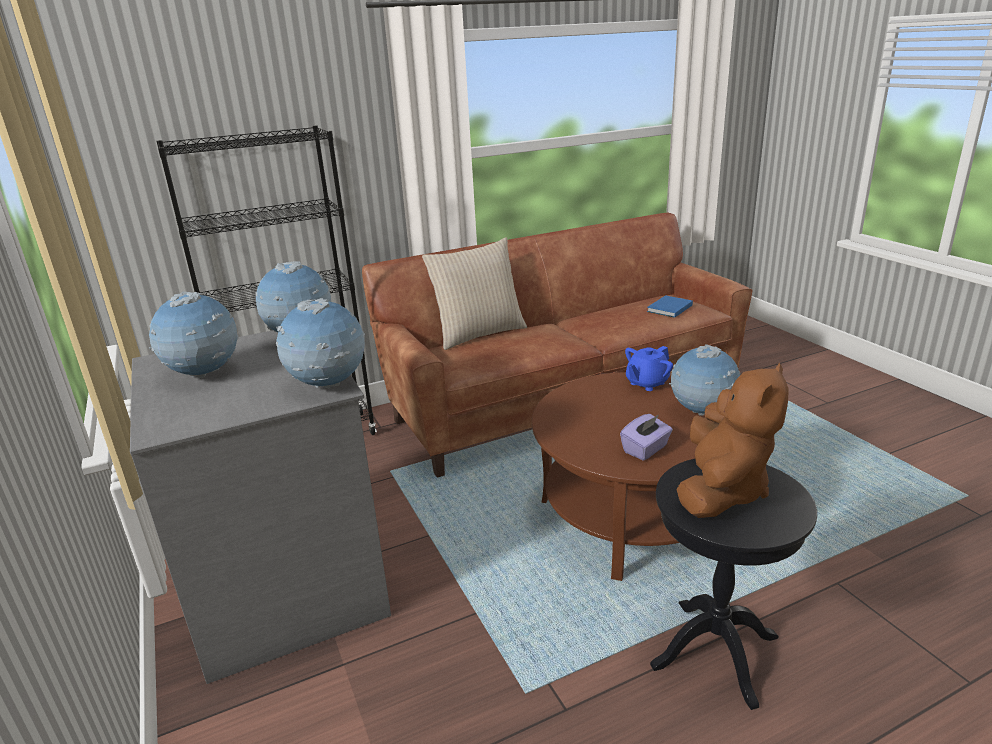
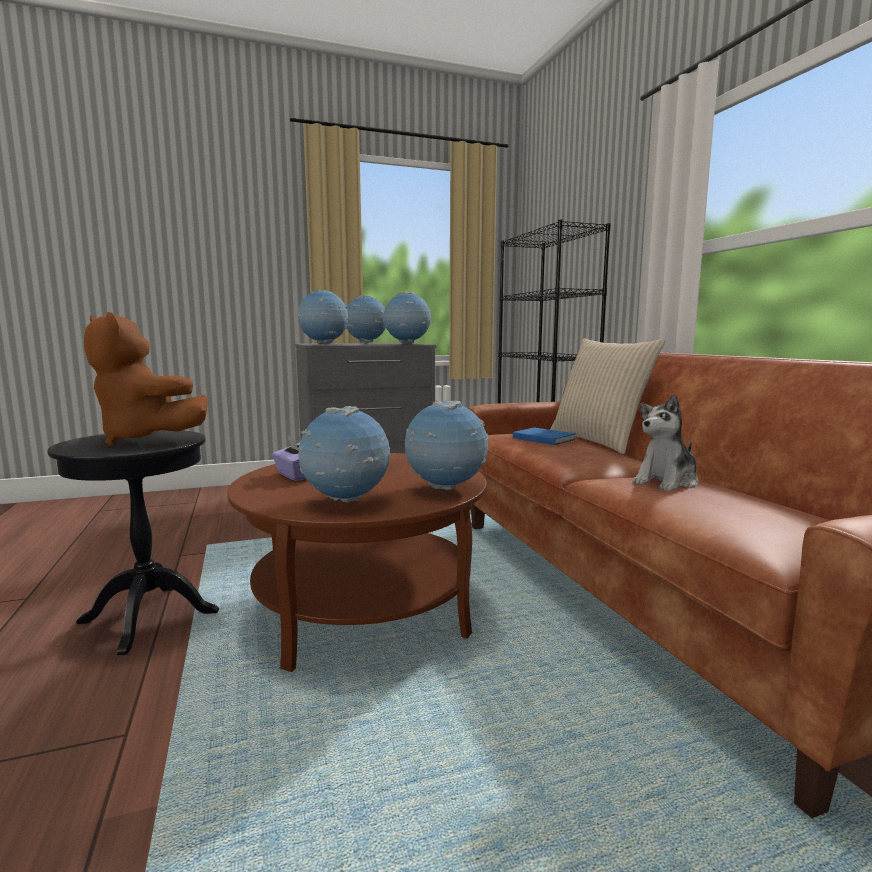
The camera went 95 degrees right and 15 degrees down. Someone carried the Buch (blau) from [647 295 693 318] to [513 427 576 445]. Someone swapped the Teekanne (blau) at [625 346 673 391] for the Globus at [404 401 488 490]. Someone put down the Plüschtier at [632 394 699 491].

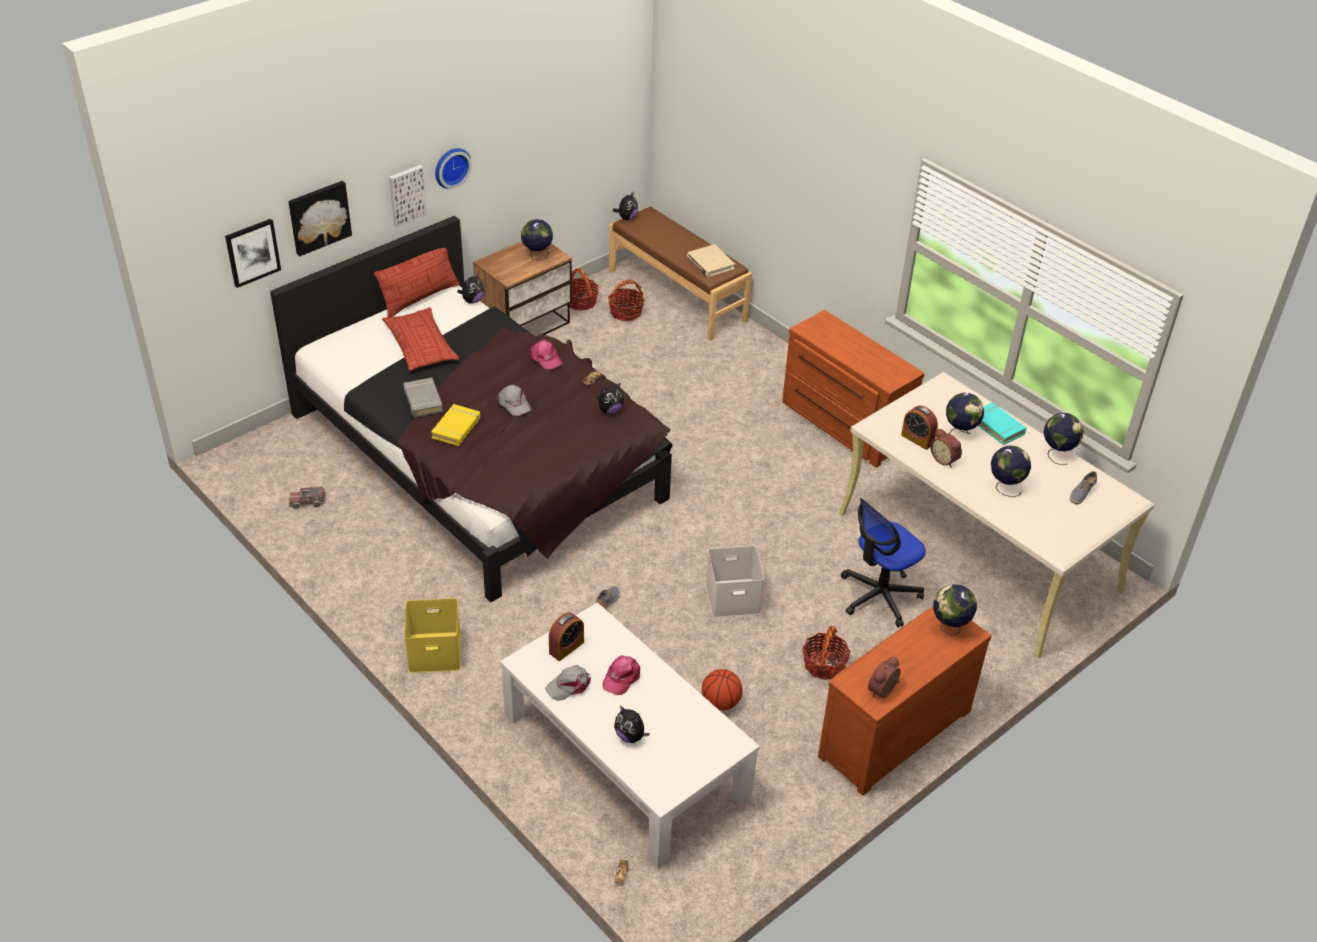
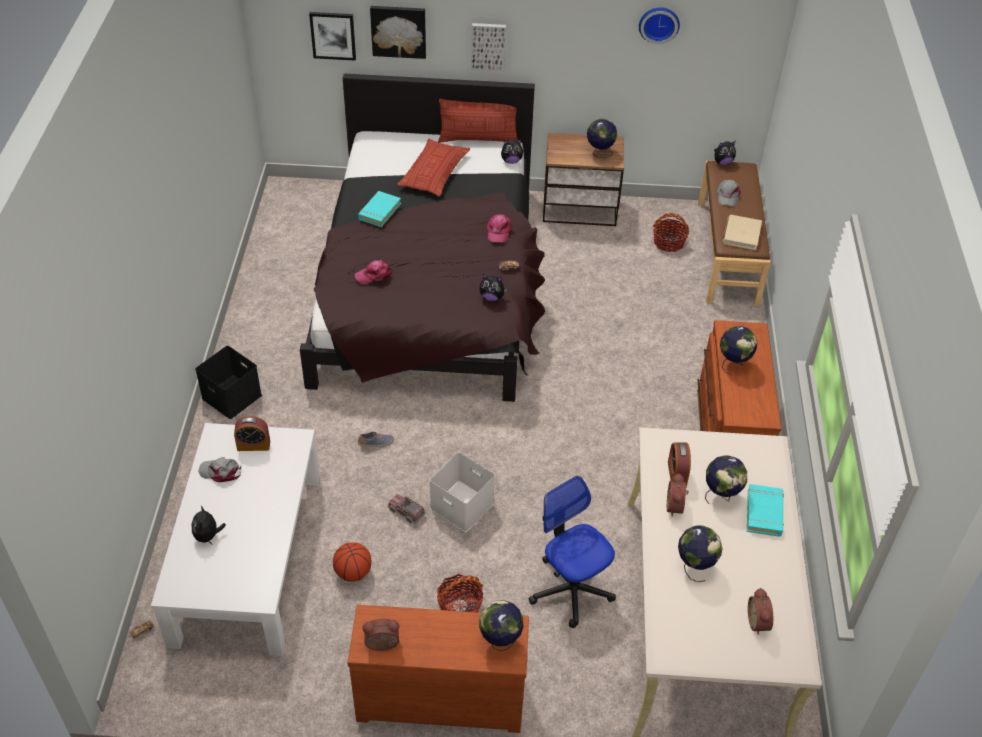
The camera went 45 degrees right and 5 degrees up. Someone carried the Wanduhr from [435 148 472 189] to [639 7 680 44]. Someone took away the Korb at [567 268 599 311]. Someone repainted the Buch (grau) at [403 378 443 417], which became the Buch (türkis) at [358 191 401 227]. Someone carried the Kappe (grau) from [496 385 531 416] to [717 180 741 206]. Someone took away the Buch (gelb) at [431 404 480 446]. Someone carried the Globus from [1044 413 1084 465] to [720 326 757 375]. Someone swapped the Schuh at [1070 471 1097 505] for the Wecker at [748 588 773 635]. Someone carried the Spielzeuglaster from [289 486 326 509] to [388 494 426 524]. Someone rotated the Bürostuhl at [841 498 926 627] by 45 degrees clockwise. Someone repainted the Aufbewahrungsbox (gelb) at [404 598 461 673], which became the Aufbewahrungsbox (schwarz) at [195 346 262 419]. Someone carried the Kappe (rosa) from [602 655 640 695] to [355 260 392 284].

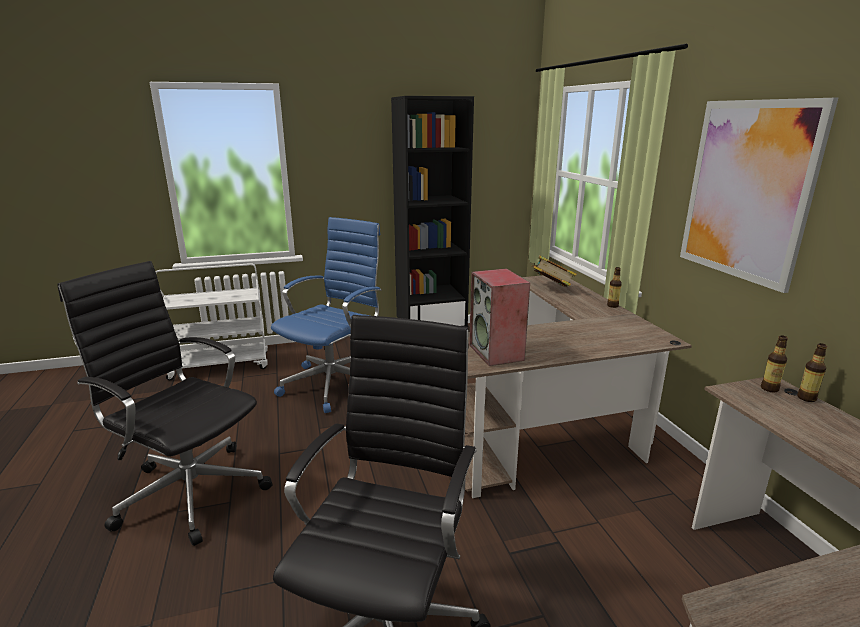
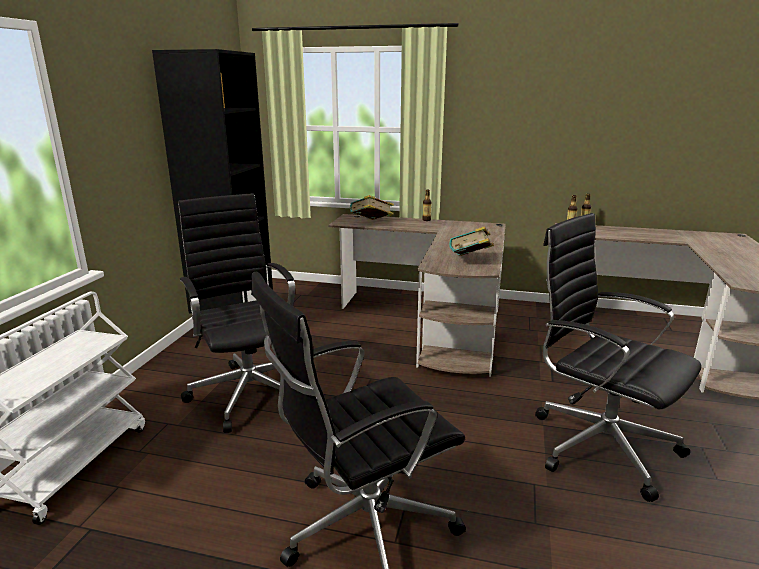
The camera went 60 degrees left and 0 degrees up. Someone took away the Bild at [680 98 838 293]. Someone repainted the Bürostuhl (blau) at [271 217 382 413], which became the Bürostuhl (schwarz) at [178 193 295 433]. Someone swapped the Lautsprecher at [469 268 530 366] for the Buch at [449 226 494 256].

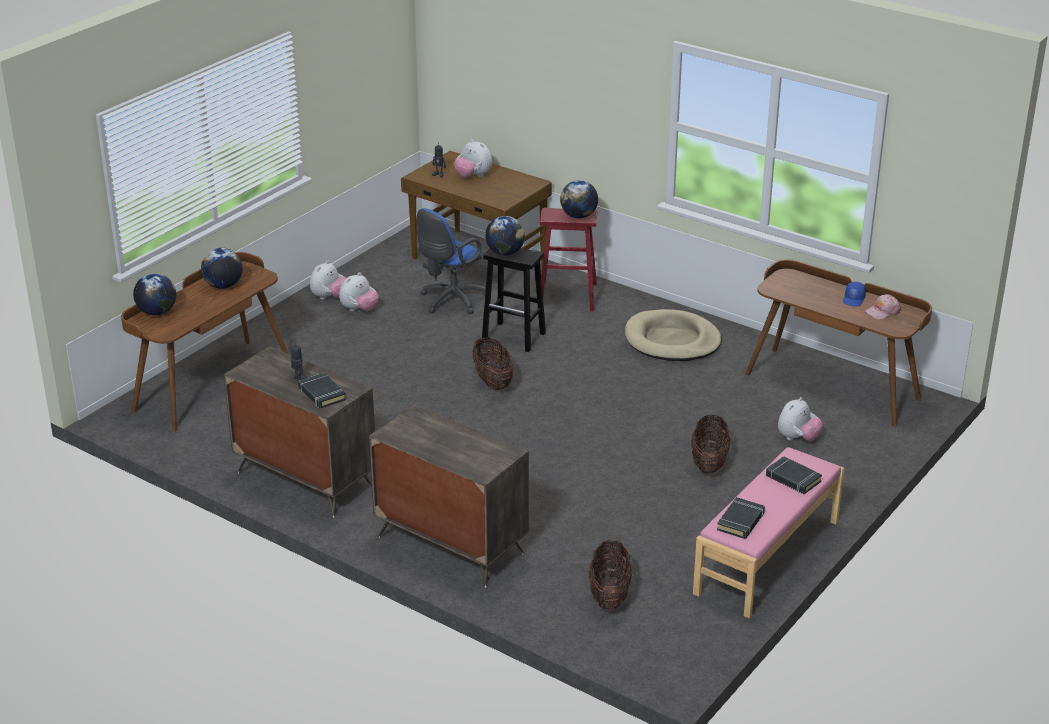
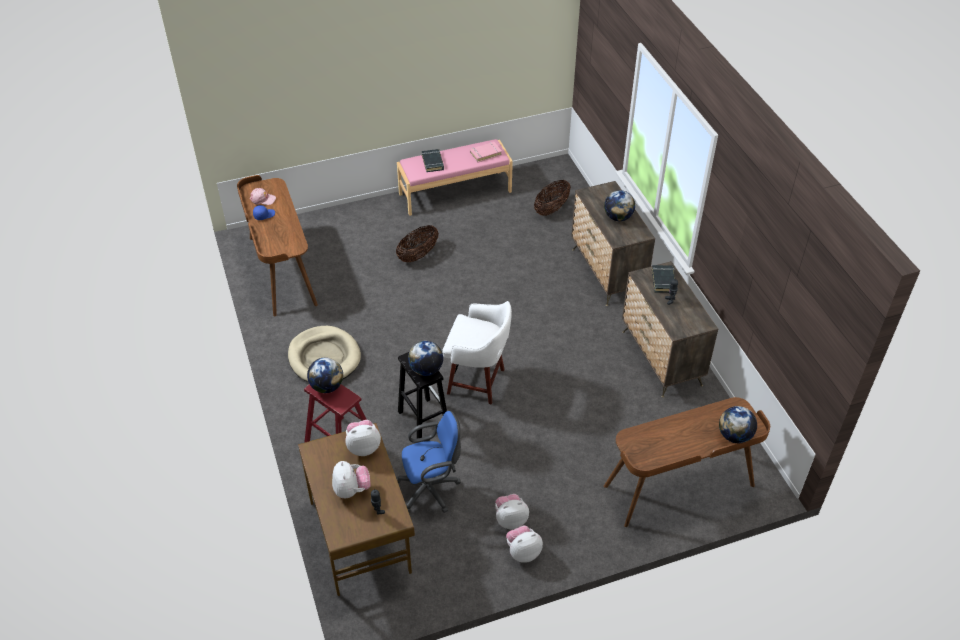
The camera went 145 degrees left and 15 degrees up. Someone carried the Globus from [201 248 243 289] to [604 190 635 221]. Someone swapped the Korb at [472 337 514 390] for the Hocker (weiß) at [442 301 512 404]. Someone carried the Plüschtier from [778 397 823 441] to [345 420 381 456]. Someone repainted the Buch (schwarz) at [717 497 765 539], which became the Buch (rosa) at [470 142 502 163].

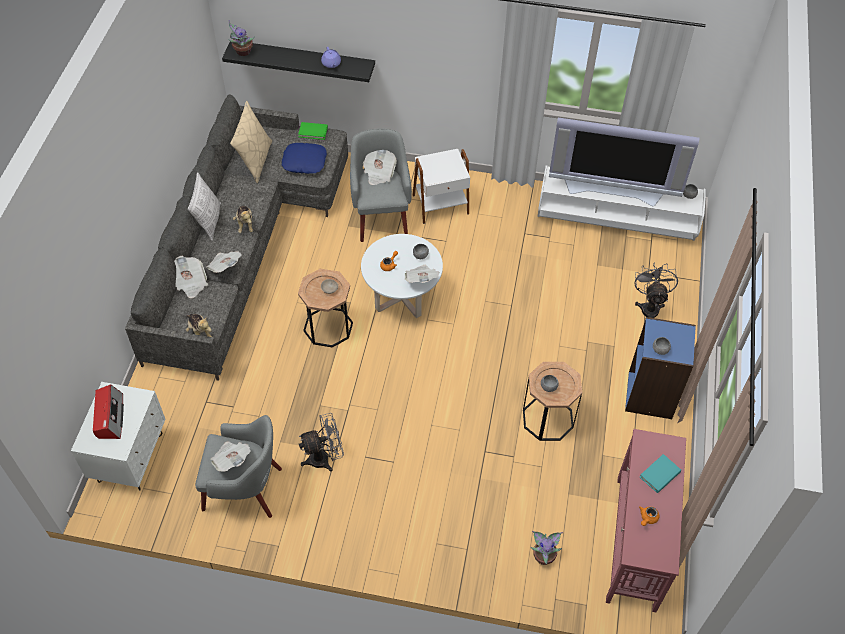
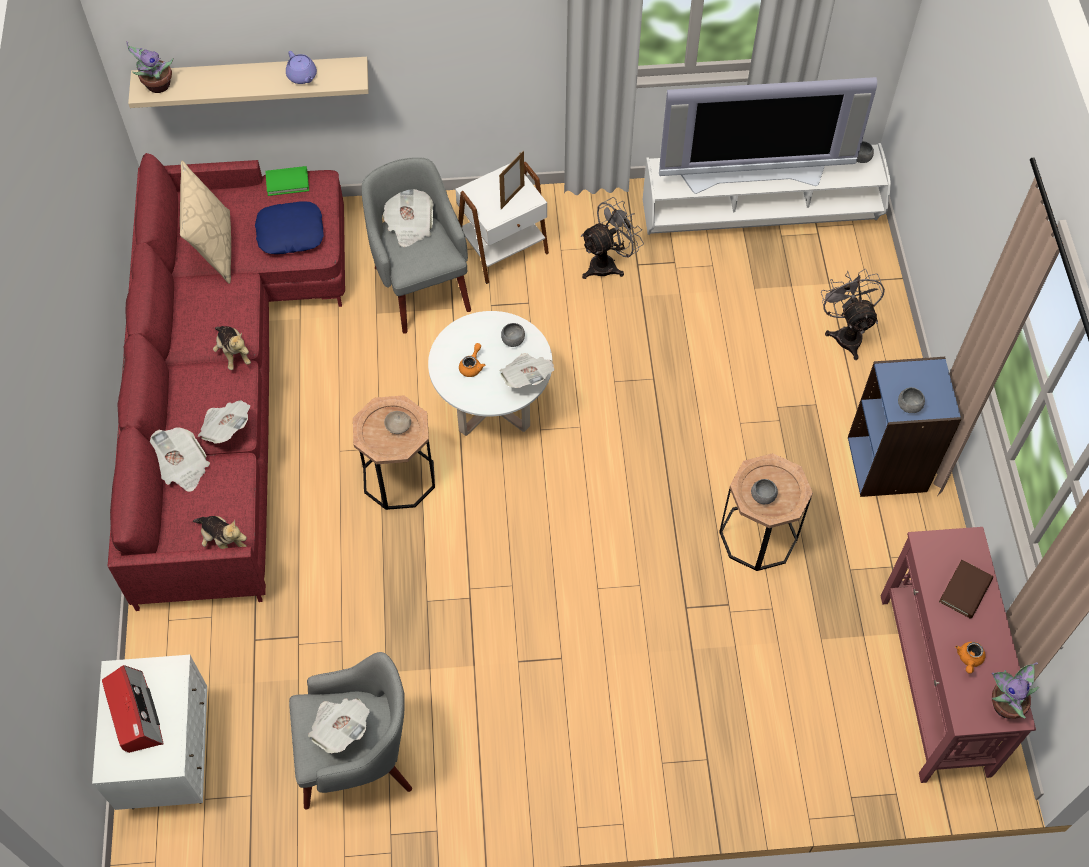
The camera went 15 degrees left and 5 degrees up. Someone repainted the Wandregal (schwarz) at [222 42 375 82], which became the Wandregal (beige) at [128 57 369 108]. Someone repainted the Sofa (grau) at [125 94 348 381], which became the Sofa (rot) at [108 153 345 611]. Someone took away the Kissen at [188 172 221 241]. Someone carried the Ventilator (grau) from [299 413 344 471] to [581 197 644 279]. Someone repainted the Buch (türkis) at [640 454 681 493], which became the Buch (braun) at [939 560 993 619]. Someone carried the Topfpflanze from [531 531 563 565] to [992 662 1039 719]. Someone put down the Bilderrahmen at [499 151 524 209].

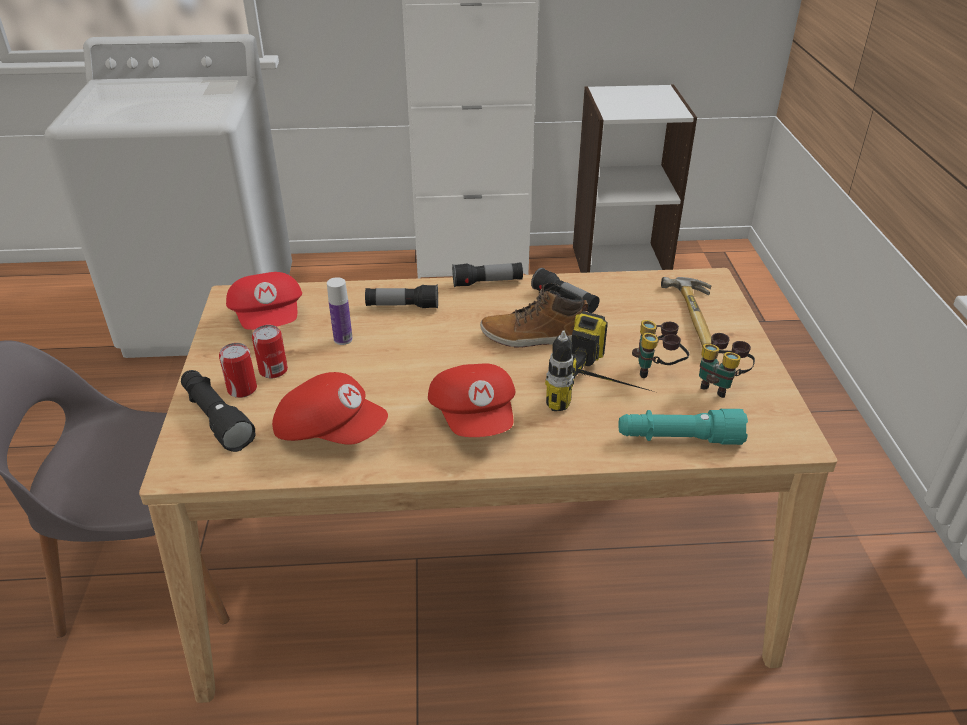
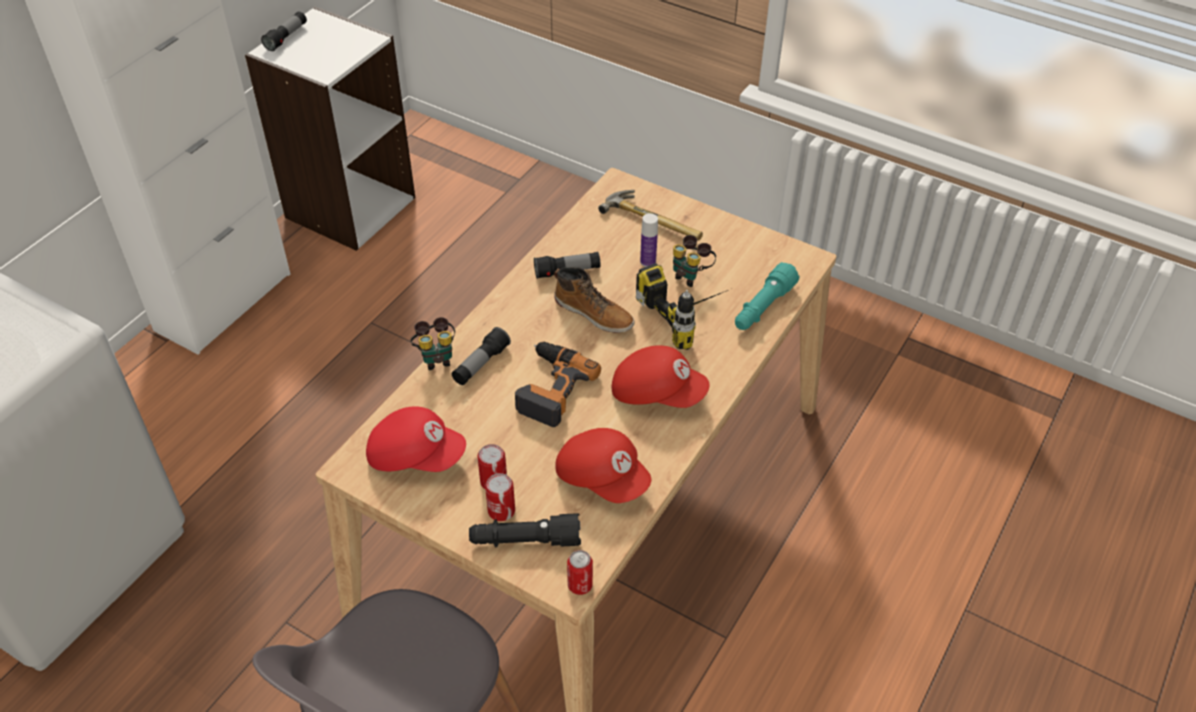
The camera went 55 degrees left and 10 degrees up. Someone carried the Taschenlampe from [452 262 523 287] to [261 11 307 51]. Someone carried the Flasche from [327 277 353 345] to [640 213 658 267]. Someone rotated the Stiefel at [480 283 588 348] by 90 degrees counterclockwise. Someone carried the Fernglas from [699 333 755 398] to [411 317 455 370]. Someone rotated the Kappe (rot) at [272 372 388 445] by 75 degrees clockwise. Someone put down the Bohrmaschine at [515 342 601 427]. Someone put down the Dose at [567 550 593 595].

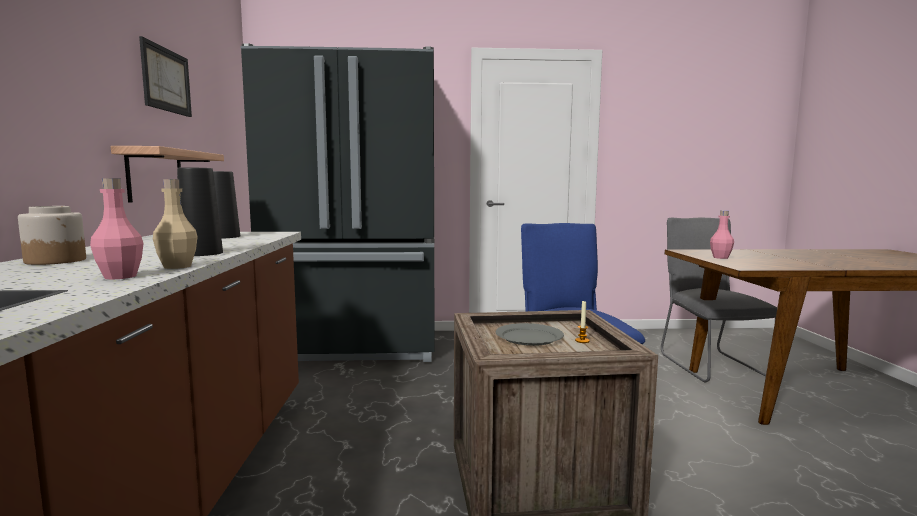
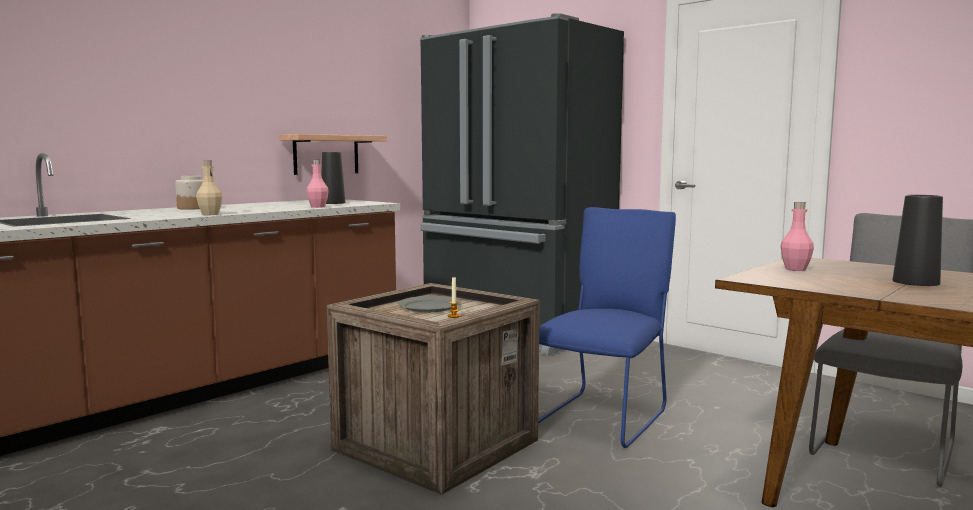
The camera went 45 degrees right and 0 degrees up. Someone took away the Bild at [139 36 192 117]. Someone carried the Vase (schwarz) from [177 167 223 256] to [893 195 943 286]. Someone carried the Flasche (rosa) from [90 178 143 280] to [306 160 329 208].

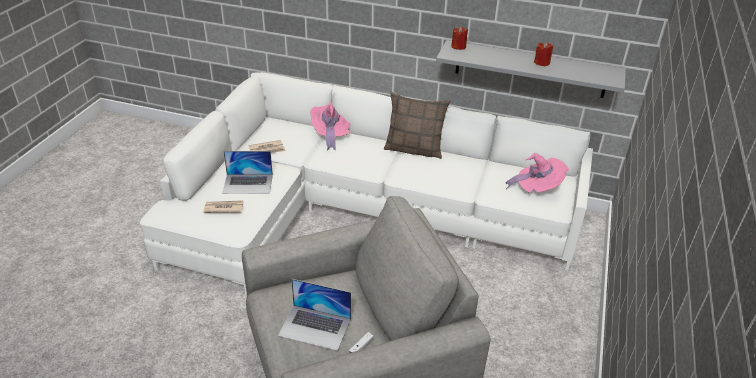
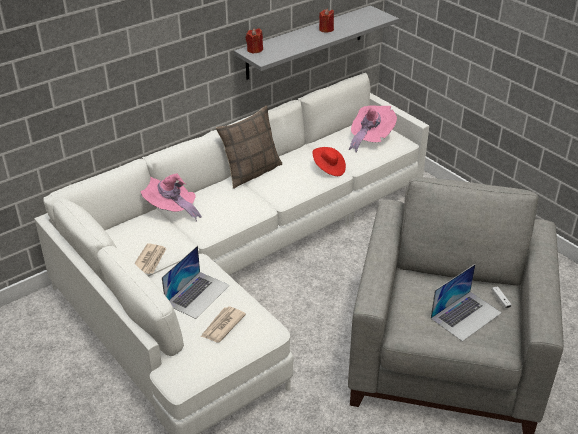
The camera went 55 degrees left and 0 degrees up. Someone put down the Hut (rot) at [312 147 346 176].

